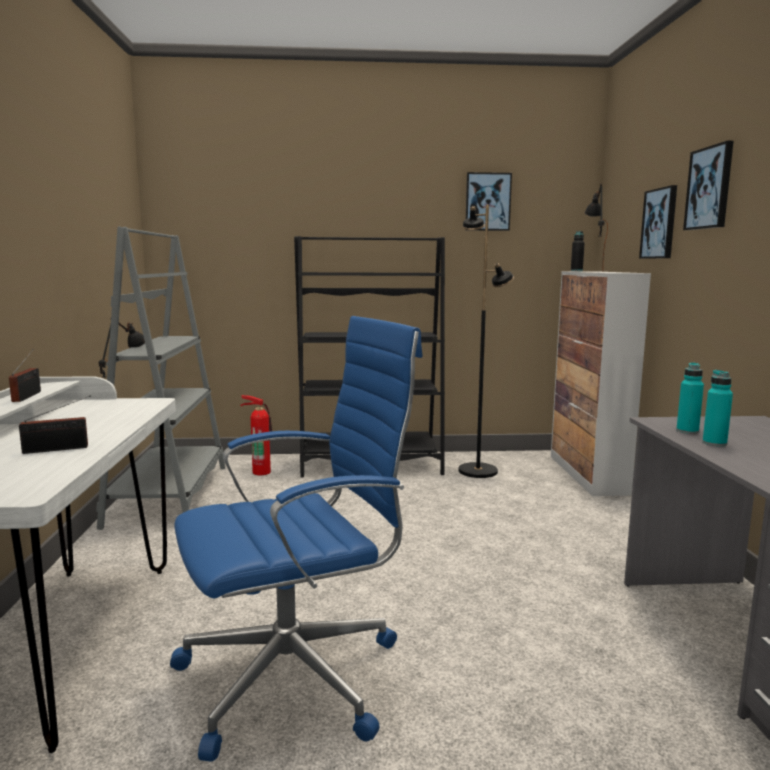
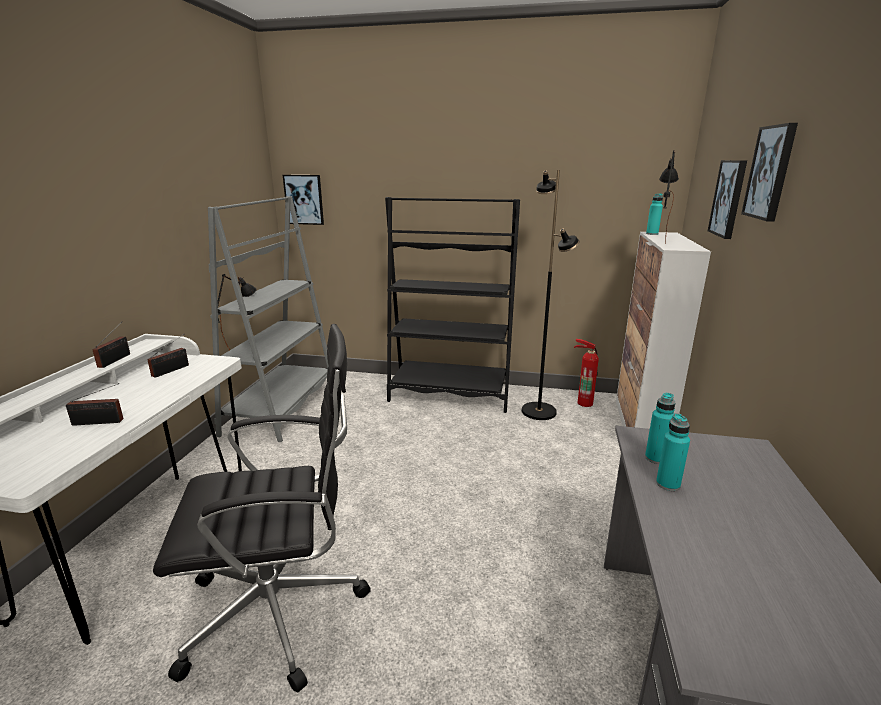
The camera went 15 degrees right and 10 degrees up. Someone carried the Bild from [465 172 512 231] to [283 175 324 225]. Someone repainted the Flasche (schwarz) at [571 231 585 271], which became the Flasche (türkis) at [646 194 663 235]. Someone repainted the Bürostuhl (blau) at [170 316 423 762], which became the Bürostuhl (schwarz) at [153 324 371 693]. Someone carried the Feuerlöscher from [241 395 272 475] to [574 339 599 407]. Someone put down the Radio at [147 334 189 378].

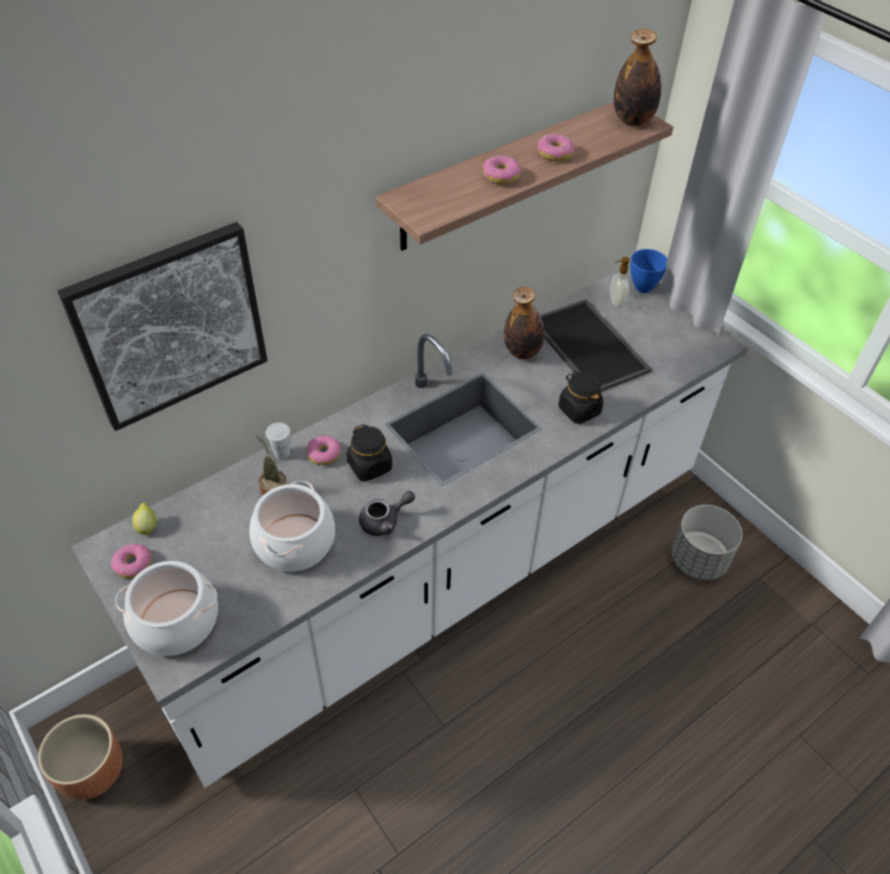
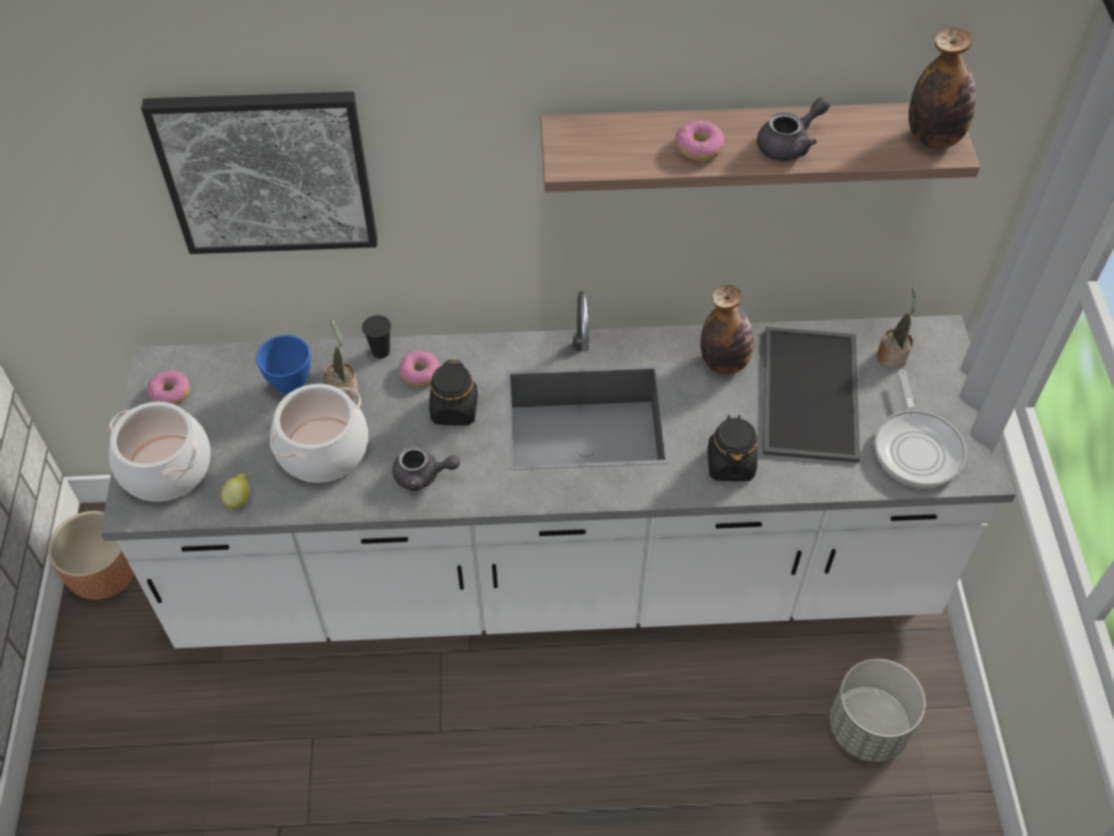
The camera went 35 degrees right and 5 degrees up. Someone swapped the Donut at [538 134 575 161] for the Teekanne (grau) at [757 97 830 161]. Someone carried the Schüssel (blau) from [630 249 667 293] to [256 335 311 395]. Someone swapped the Seifenspender at [610 257 630 308] for the Topfpflanze at [877 287 918 369]. Someone repainted the Tasse (weiß) at [266 422 291 460], which became the Tasse (schwarz) at [362 315 391 359]. Someone carried the Zitrone from [132 503 156 536] to [221 473 249 511]. Someone put down the Pfanne at [875 370 967 488].

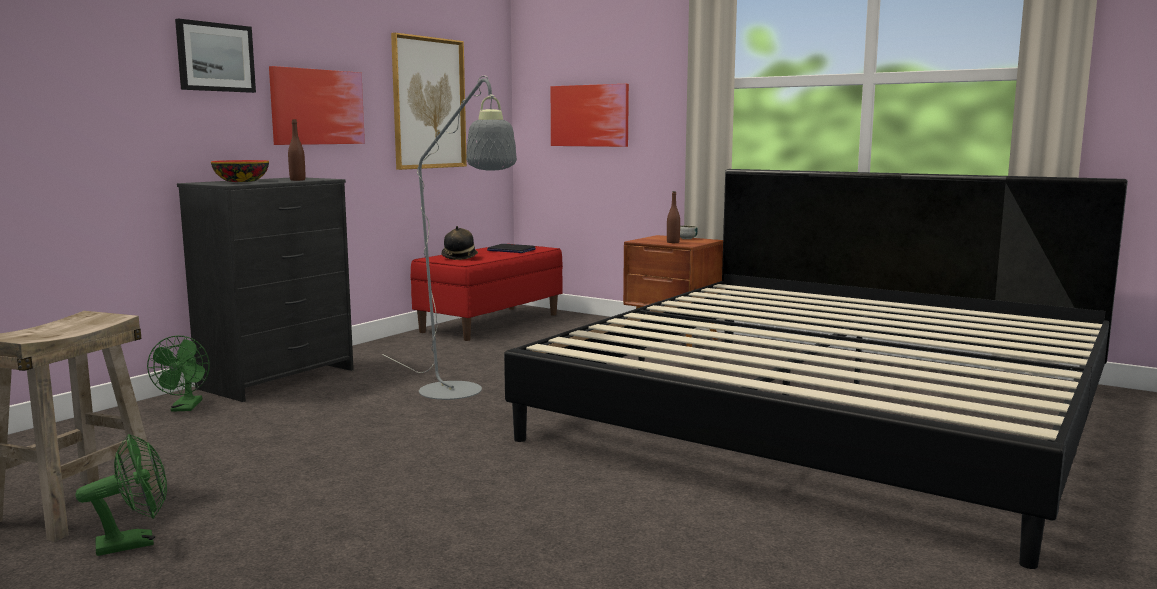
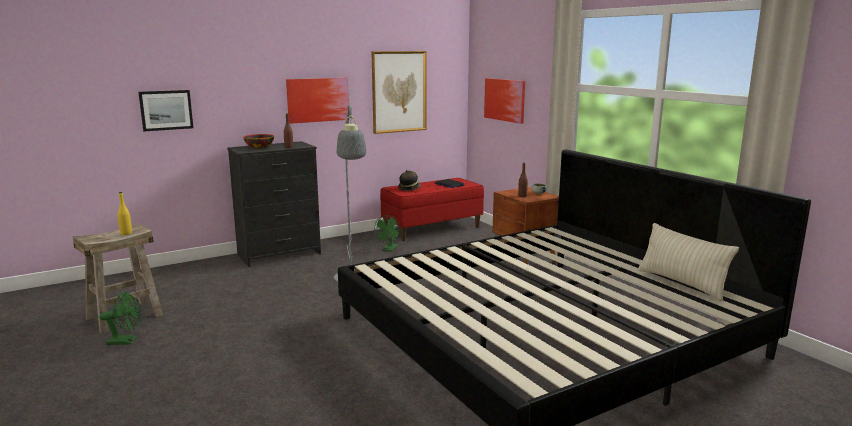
The camera went 25 degrees right and 5 degrees up. Someone carried the Bild from [175 19 256 93] to [138 90 193 131]. Someone carried the Ventilator (grün) from [147 335 210 412] to [374 215 401 252]. Someone put down the Flasche (gelb) at [118 192 132 235]. Someone put down the Kissen (beige) at [638 223 739 301].

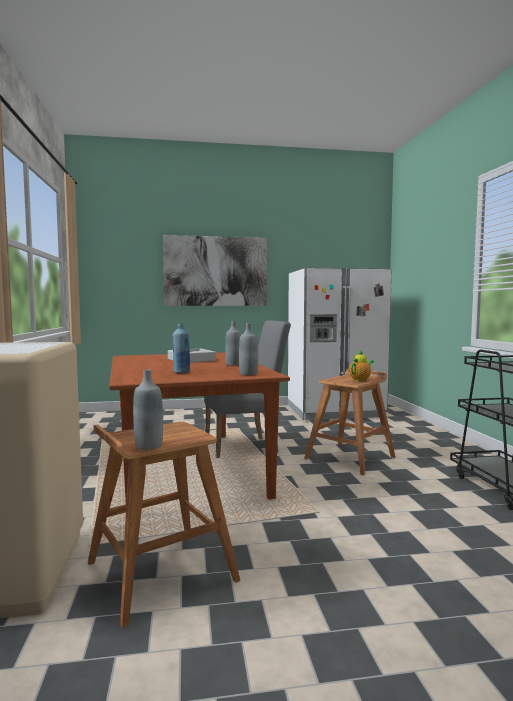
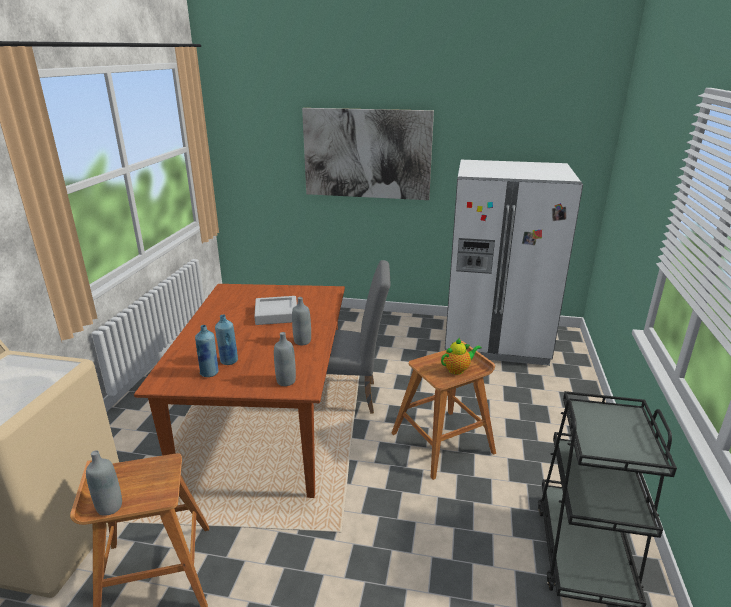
The camera went 20 degrees right and 20 degrees up. Someone put down the Flasche (blau) at [195 325 219 377].

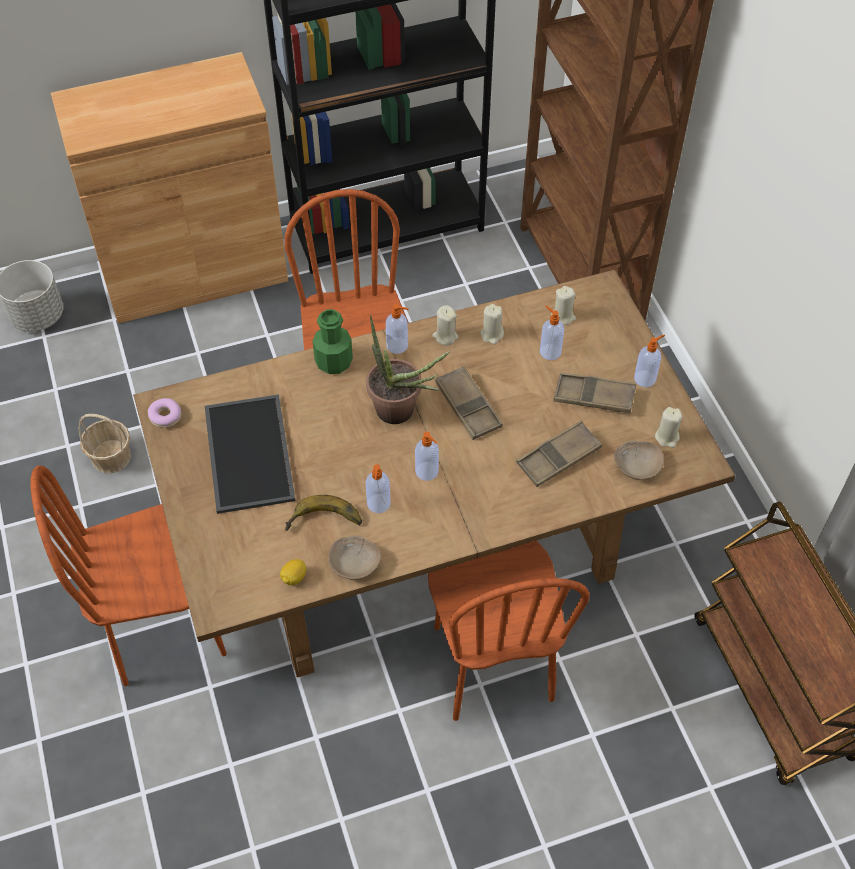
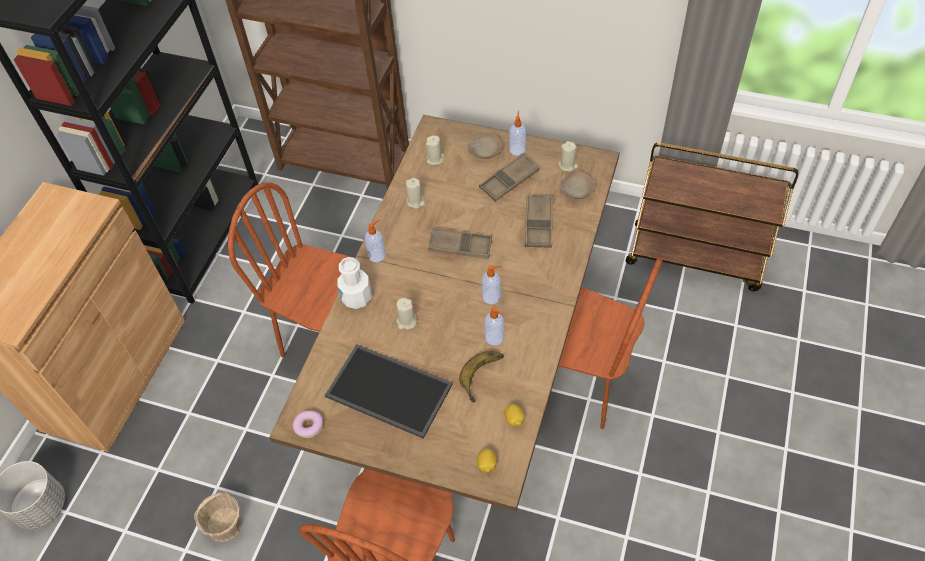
The camera went 50 degrees left and 0 degrees up. Someone carried the Kerze (beige) from [433 305 458 345] to [396 298 418 330]. Someone took away the Seifenspender at [540 306 564 360]. Someone repainted the Flasche (grün) at [313 309 353 374], which became the Flasche (weiß) at [337 257 372 309]. Someone took away the Topfpflanze at [366 315 450 424]. Someone carried the Schüssel (beige) from [328 535 381 580] to [468 133 502 159]. Someone put down the Zitrone at [477 448 497 473].

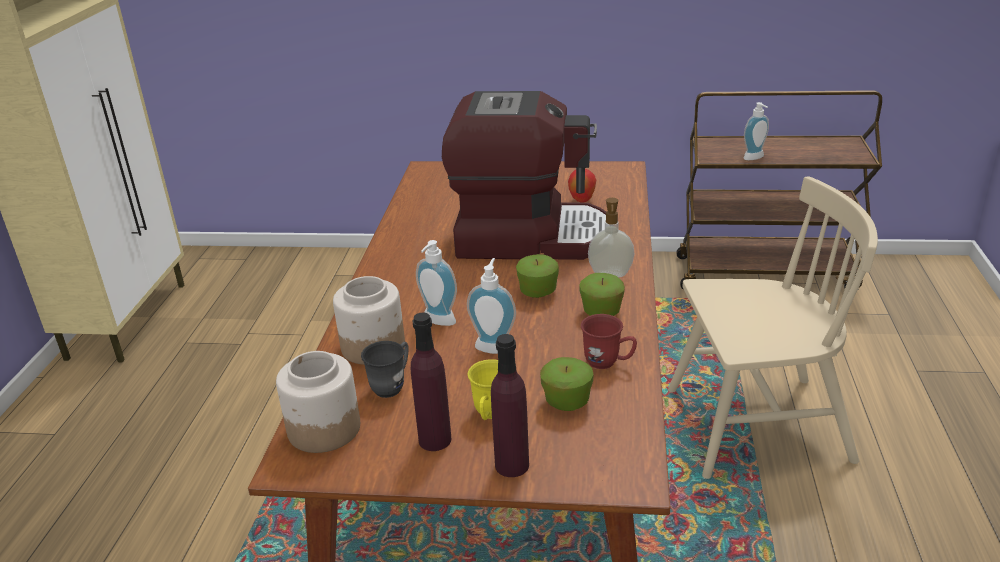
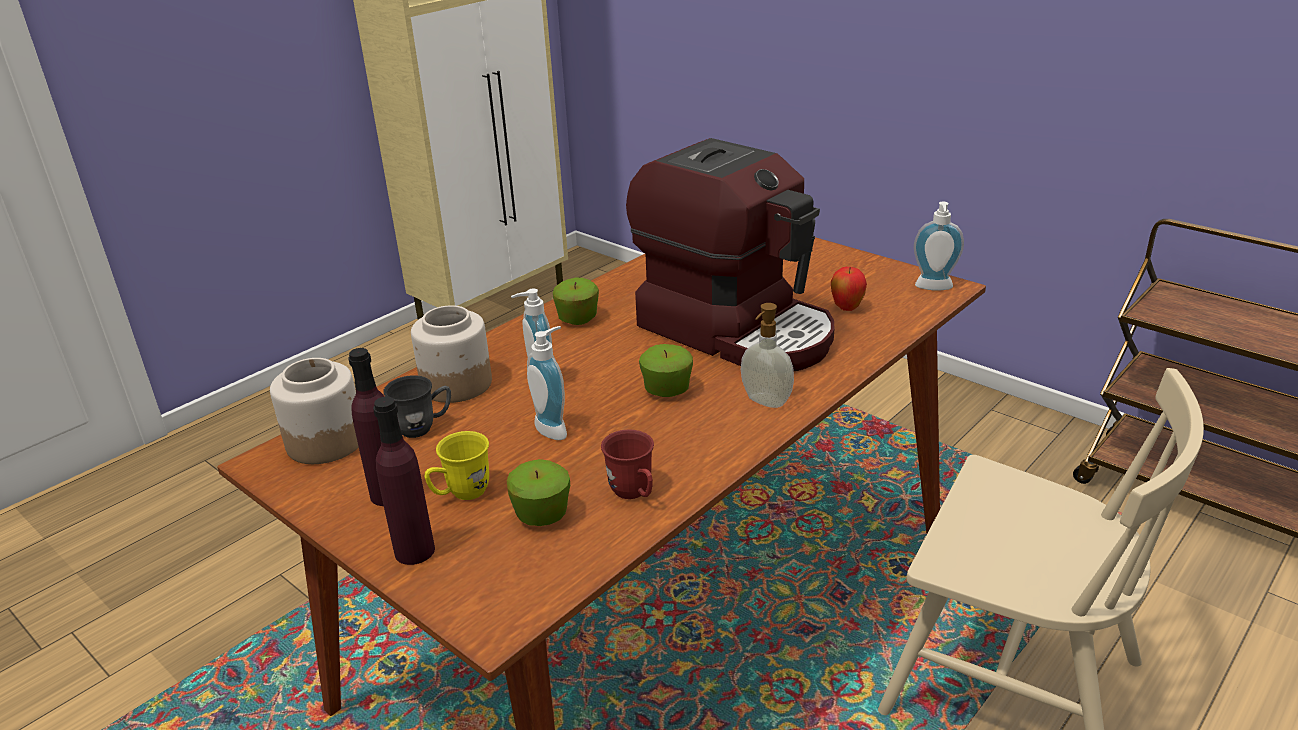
The camera went 35 degrees right and 0 degrees up. Someone carried the Seifenspender from [744 102 769 160] to [914 202 964 291]. Someone carried the Apfel from [579 273 625 316] to [553 278 599 325].

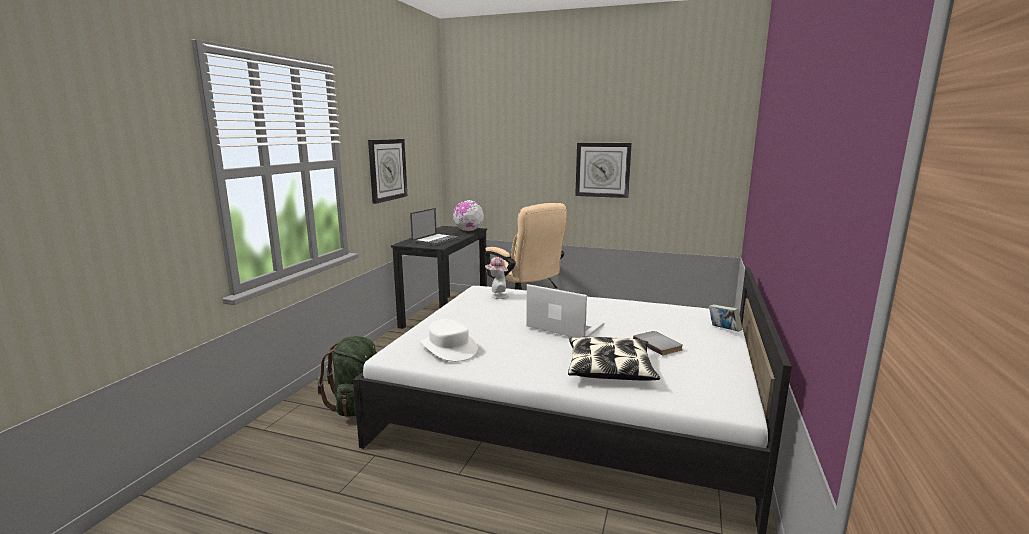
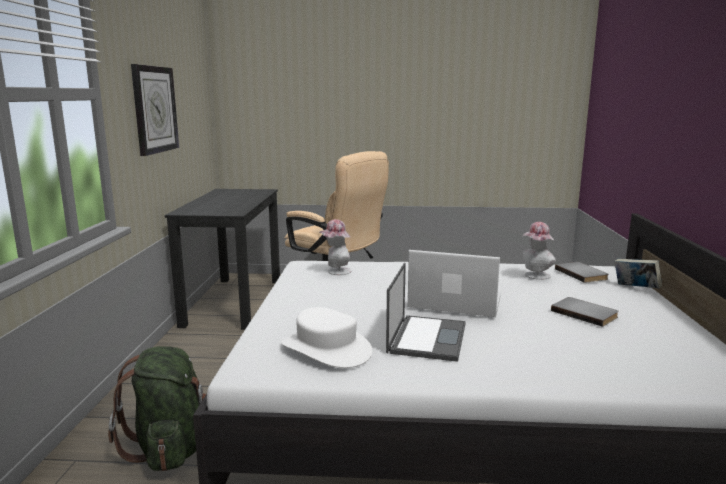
The camera went 15 degrees left and 0 degrees up. Someone took away the Wanduhr at [575 143 632 198]. Someone took away the Globus at [453 200 484 231]. Someone carried the Laptop from [410 208 460 245] to [386 263 466 362]. Someone took away the Kissen at [568 337 660 380]. Someone put down the Hut at [523 222 556 280]. Someone put down the Buch (grau) at [555 262 609 283].

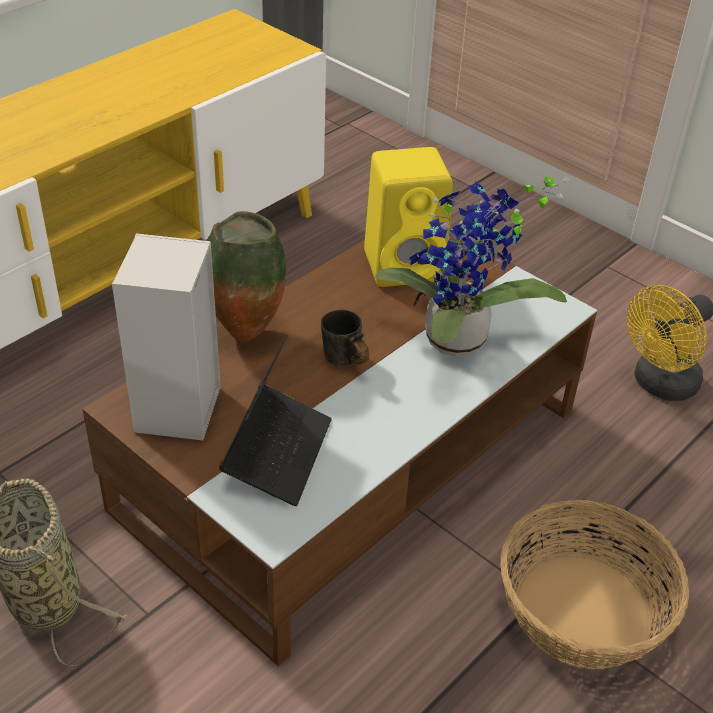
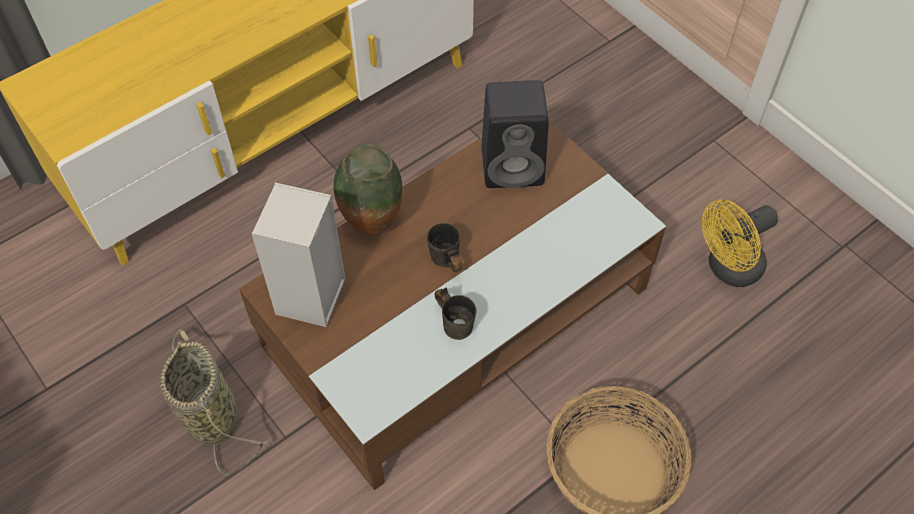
The camera went 10 degrees right and 15 degrees up. Someone repainted the Lautsprecher (gelb) at [364 147 453 287], which became the Lautsprecher (schwarz) at [482 80 549 188]. Someone took away the Topfpflanze at [375 176 569 356]. Someone took away the Laptop at [219 334 332 506]. Someone put down the Henkelbecher (grau) at [434 288 477 340].

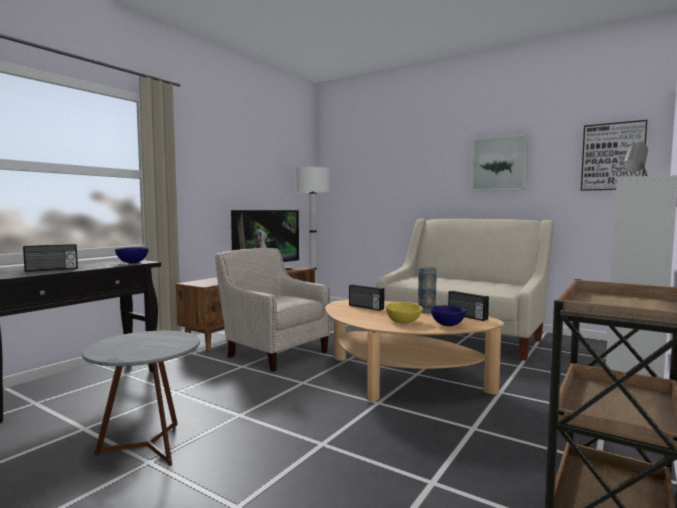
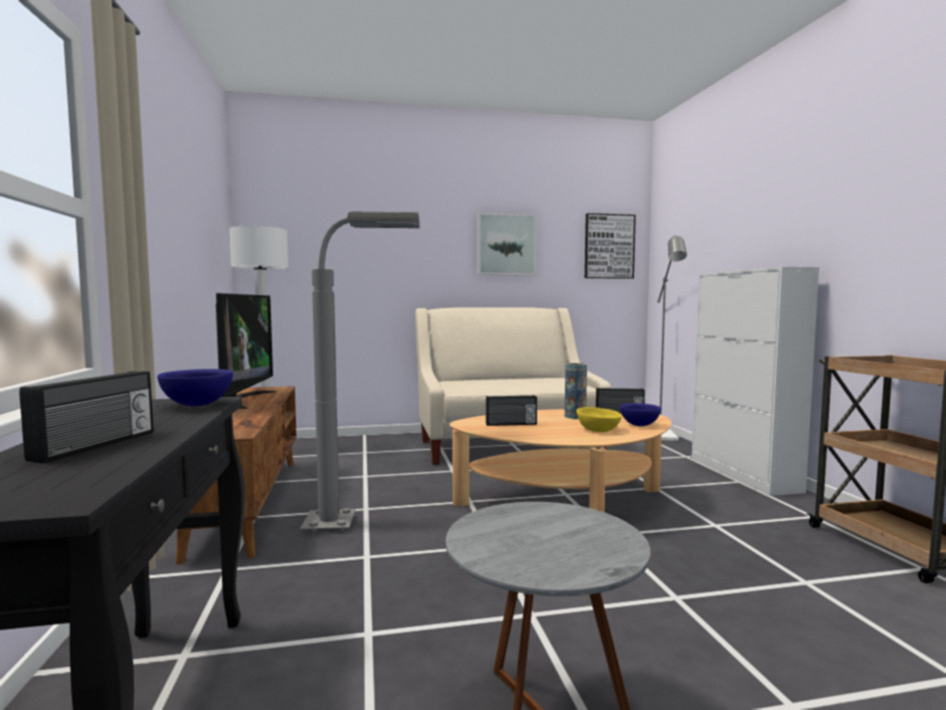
The camera went 45 degrees left and 0 degrees up. Someone swapped the Sessel (beige) at [215 248 330 372] for the Stehlampe (grau) at [300 211 420 532].

